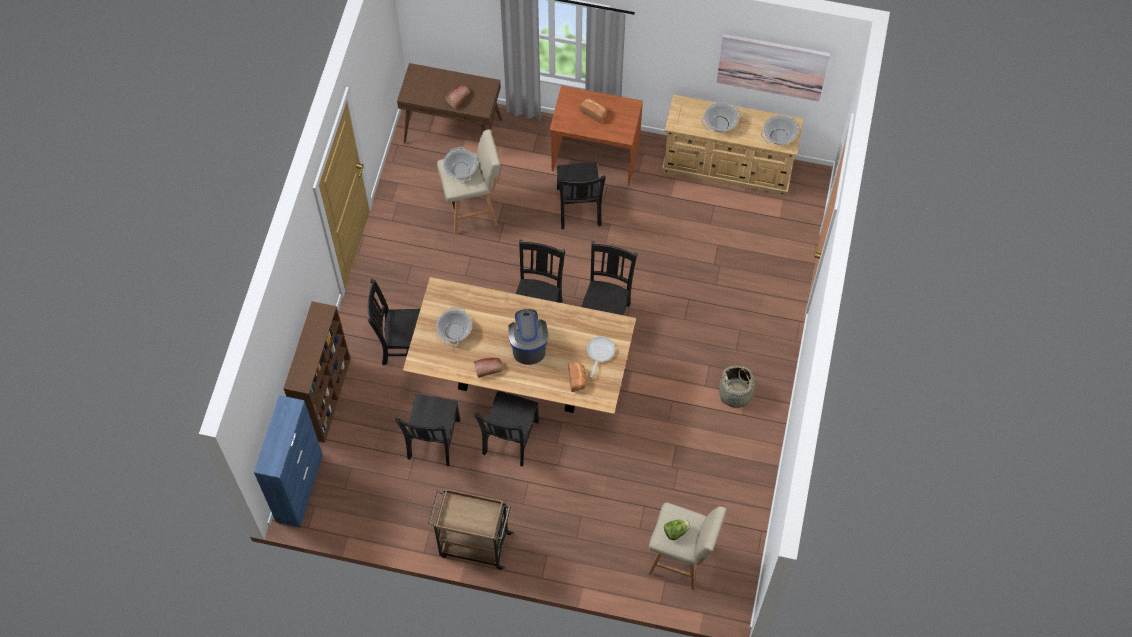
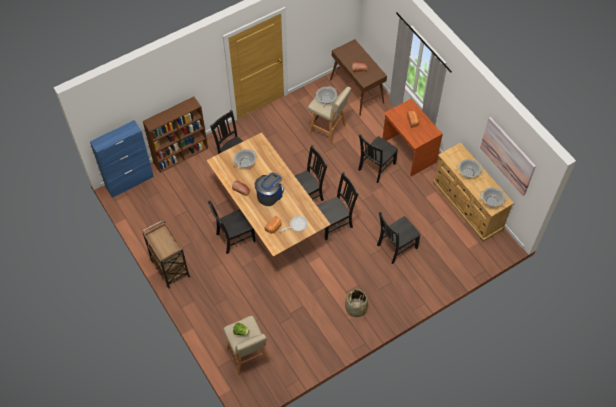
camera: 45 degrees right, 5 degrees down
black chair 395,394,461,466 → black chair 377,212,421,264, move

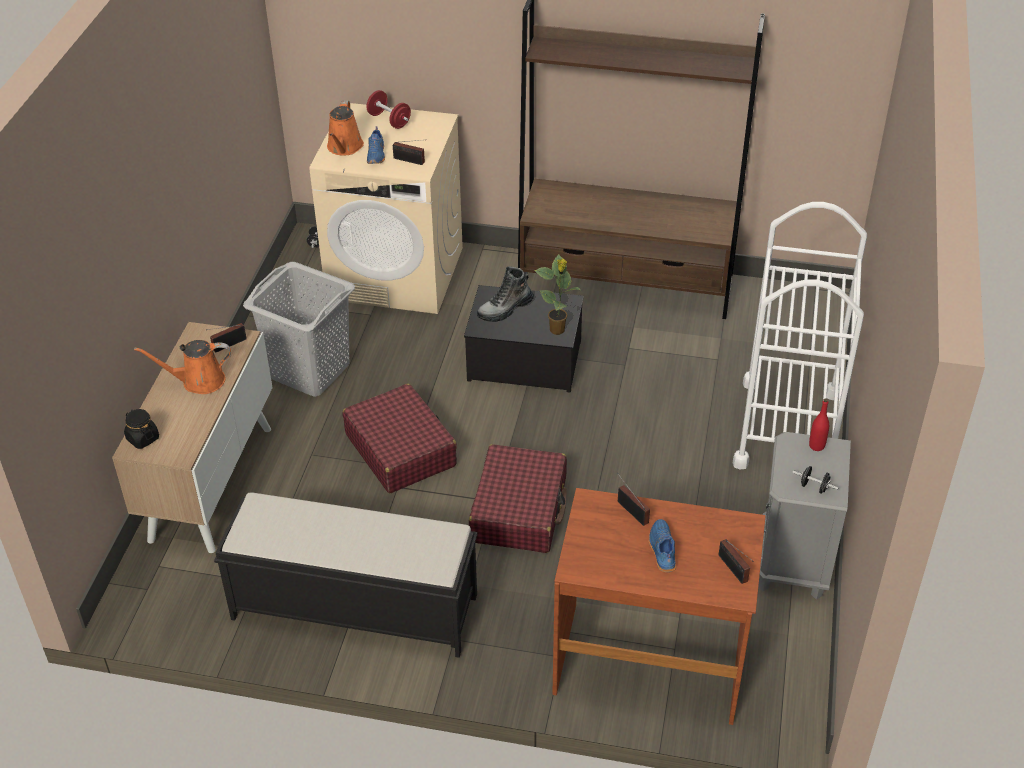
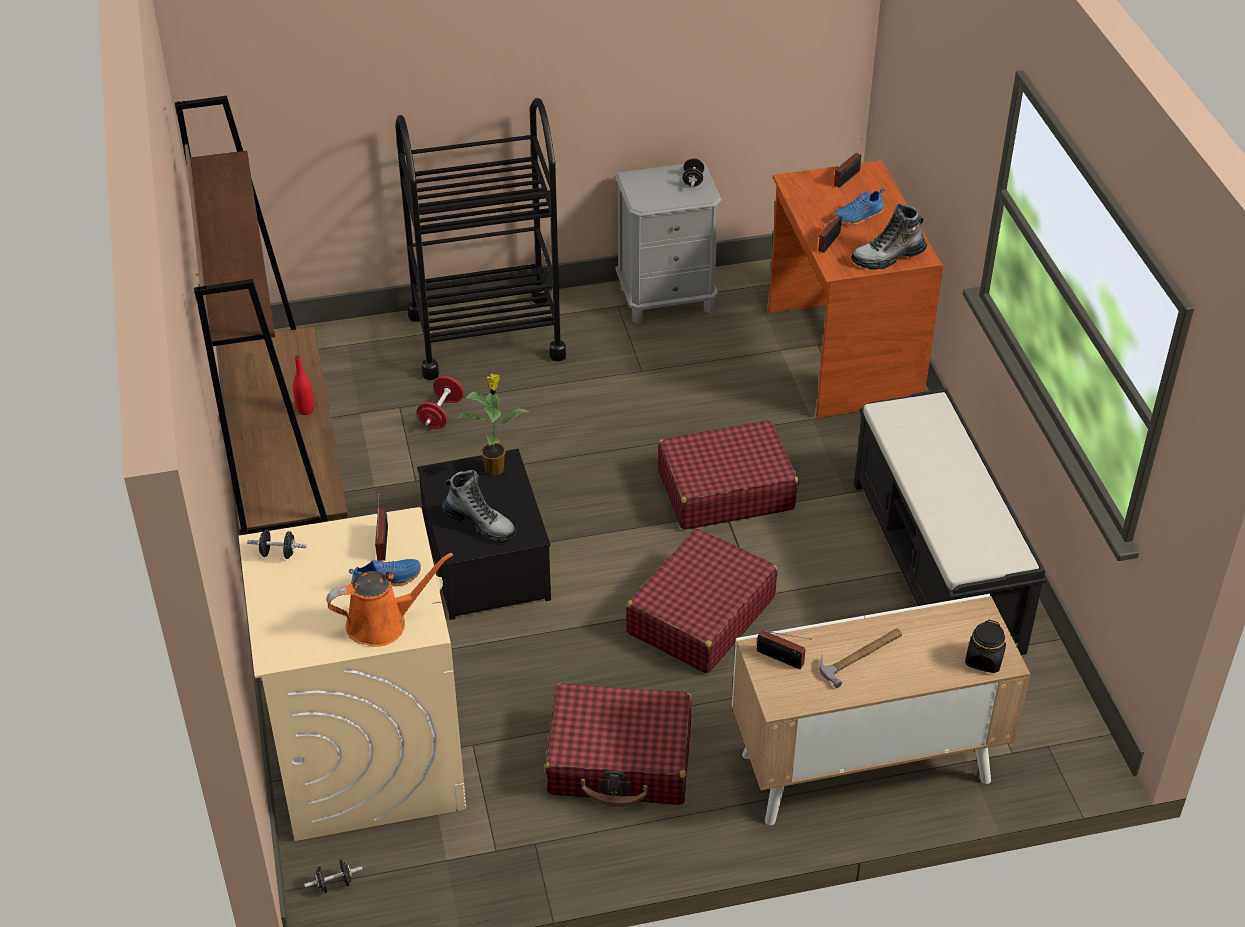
camera: 115 degrees left, 0 degrees up
red dumbbell 366,90,411,129 → red dumbbell 416,376,464,429, move
white cart 733,202,867,469 → black cart 395,98,566,380
grey laundry basket 243,262,355,397 → red suitcase 545,683,692,807
orange watering can 134,340,231,394 → hammer 819,628,902,688
red bottle 809,399,829,451 → red bottle 293,354,314,415, move
- → boot 851,203,927,270
- → black dumbbell 247,530,307,559

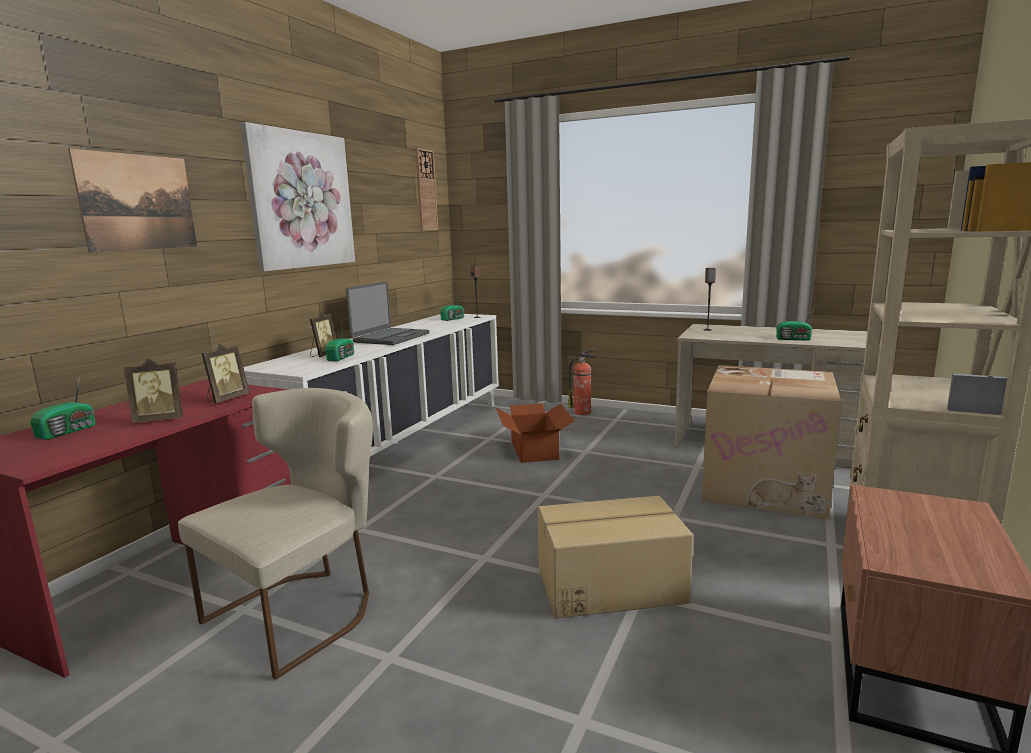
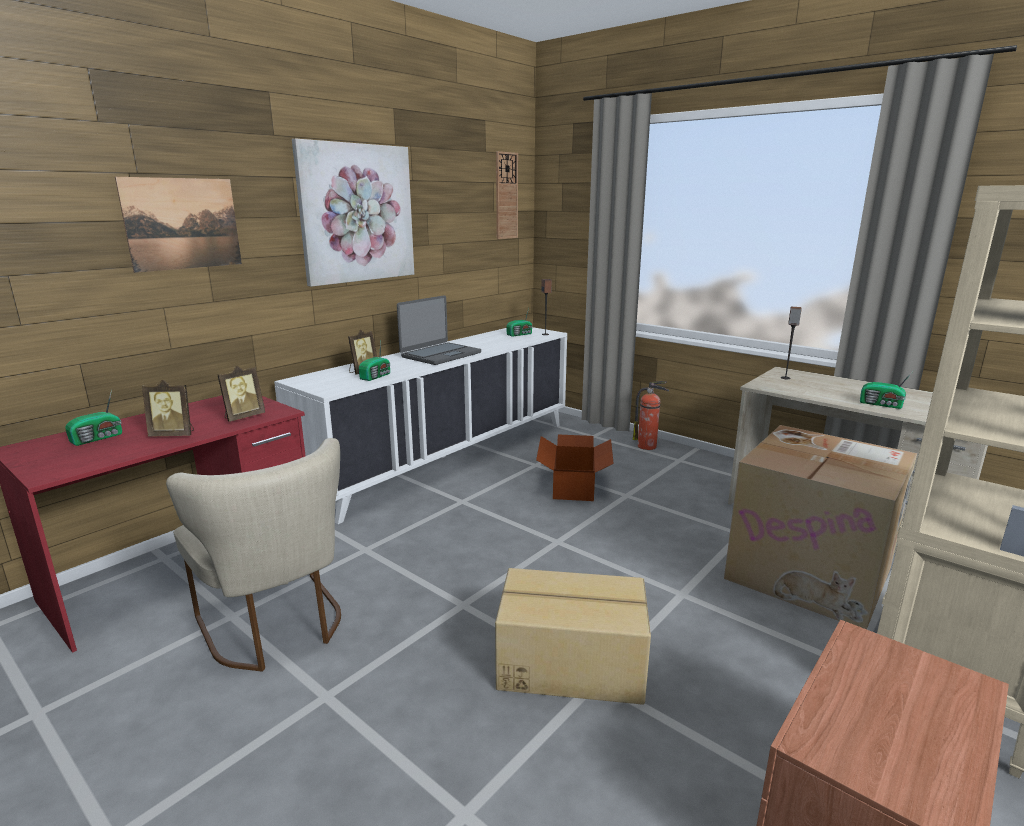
camera: 15 degrees right, 5 degrees up
beige chair 178,388,373,680 → beige chair 166,438,341,672, 90 degrees clockwise

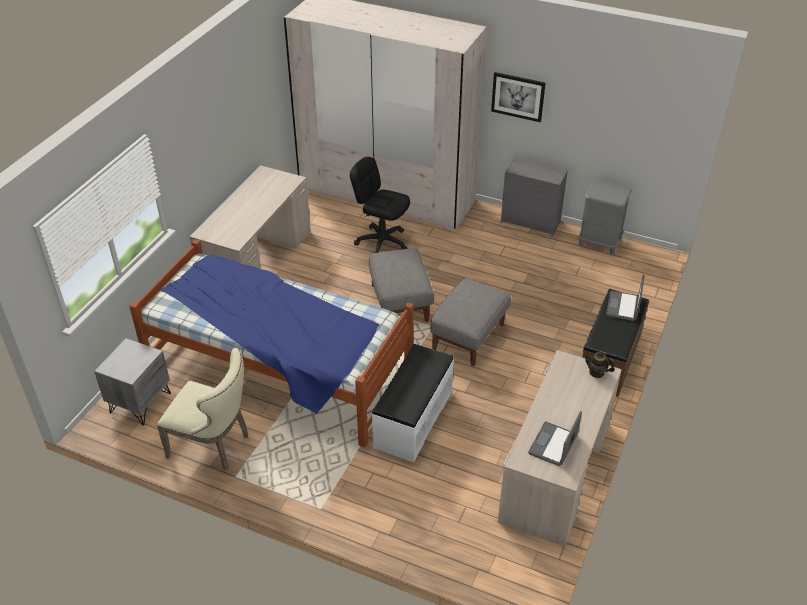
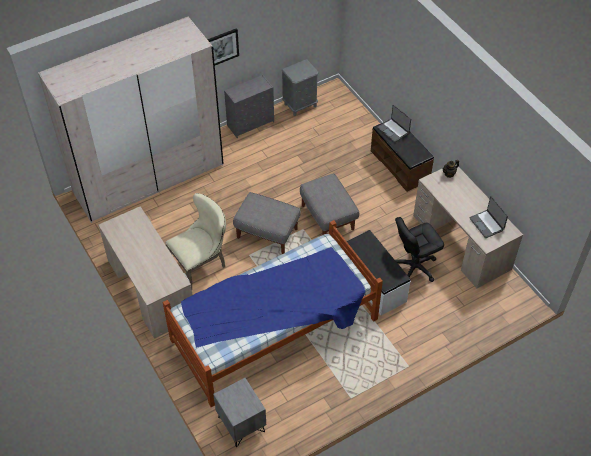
camera: 55 degrees left, 10 degrees up
black office chair 350,157,410,253 → black office chair 395,217,444,282, move
beige chair 157,348,248,471 → beige chair 165,193,226,288, move

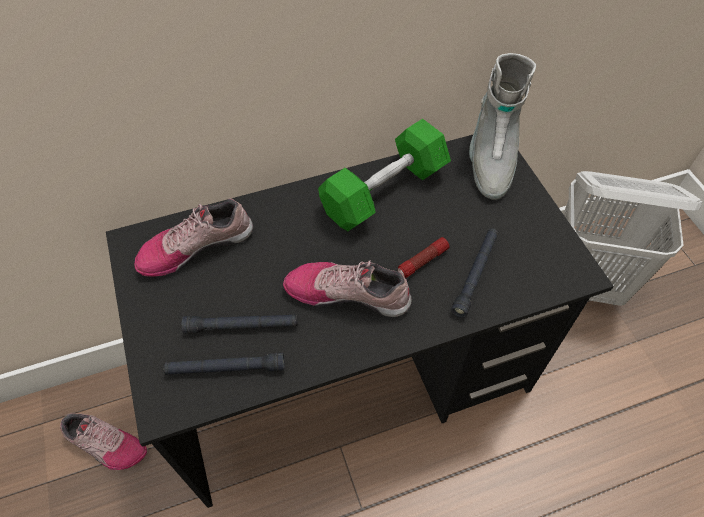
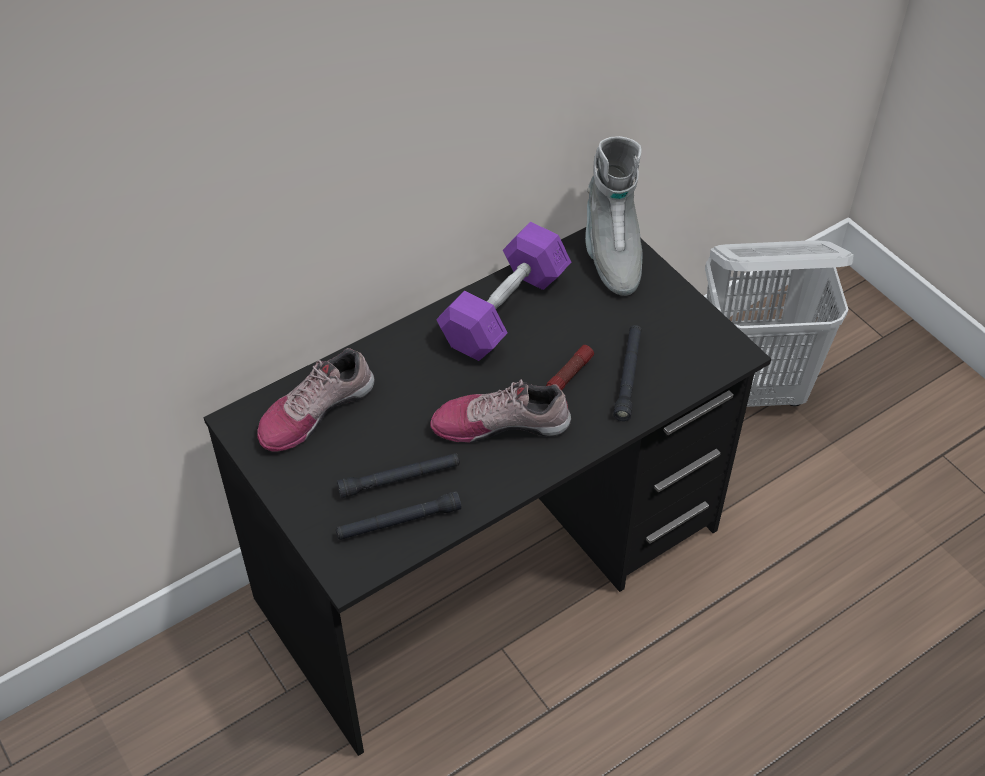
camera: 15 degrees left, 5 degrees down
green dumbbell 318,119,451,231 → purple dumbbell 436,222,571,361
shoe 60,413,147,470 → -

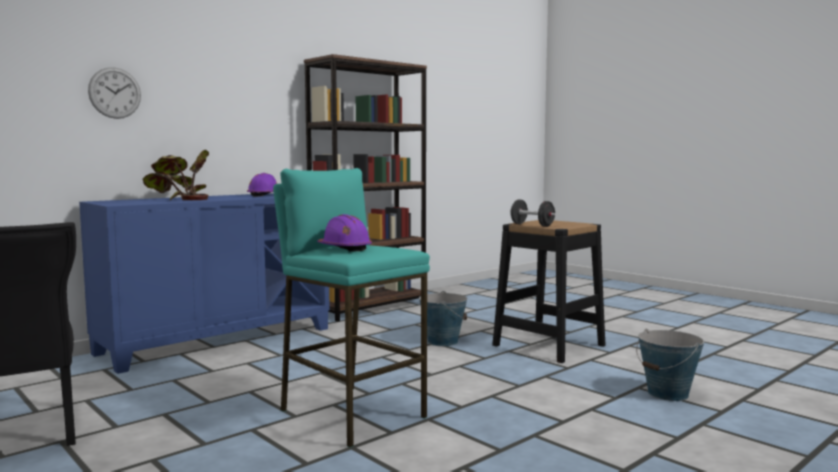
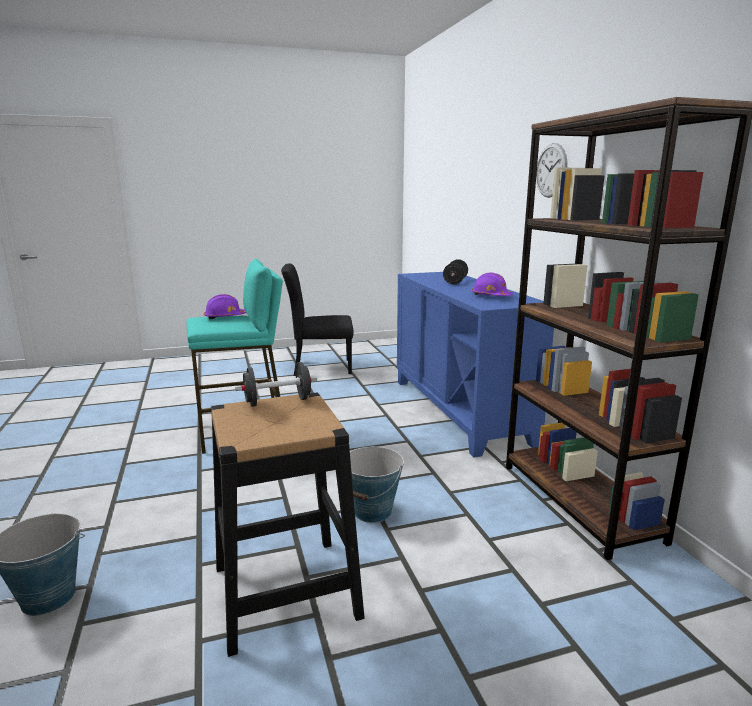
camera: 115 degrees right, 10 degrees up
wall clock 88,67,141,119 → wall clock 536,143,568,198, move
potted plant 142,150,209,200 → black dumbbell 443,259,468,285

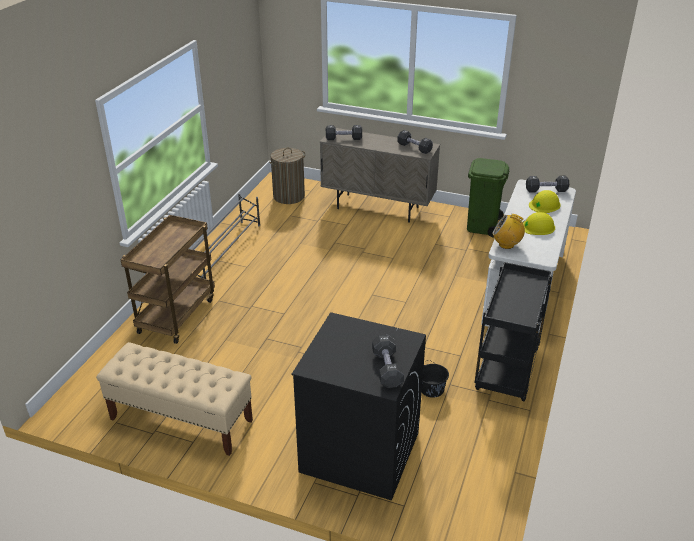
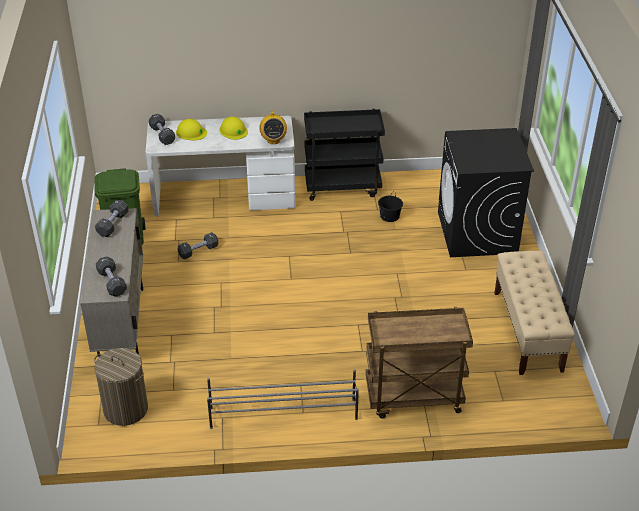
camera: 115 degrees left, 5 degrees up
black dumbbell 372,335,404,388 → black dumbbell 178,232,218,259, move

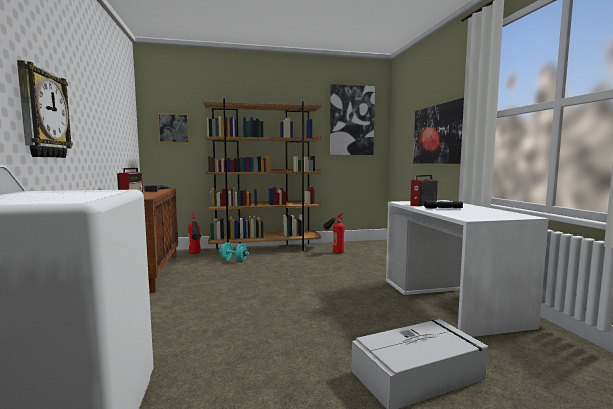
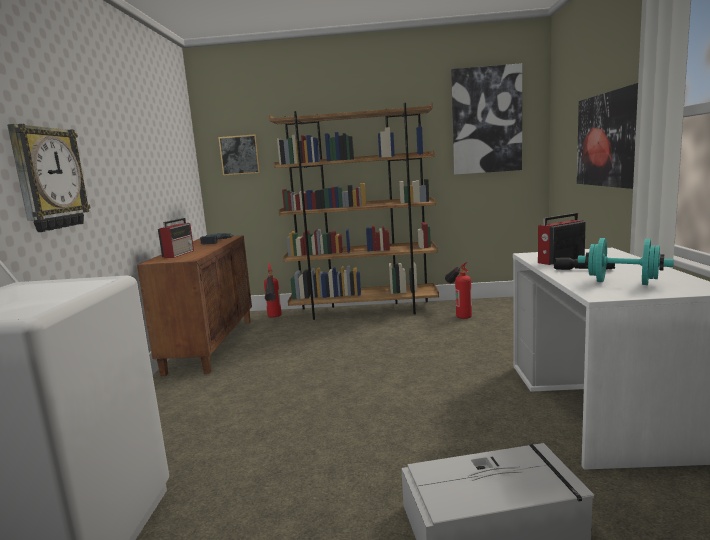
camera: 15 degrees right, 5 degrees up
turquoise dumbbell 219,242,249,262 → turquoise dumbbell 578,238,674,285, move

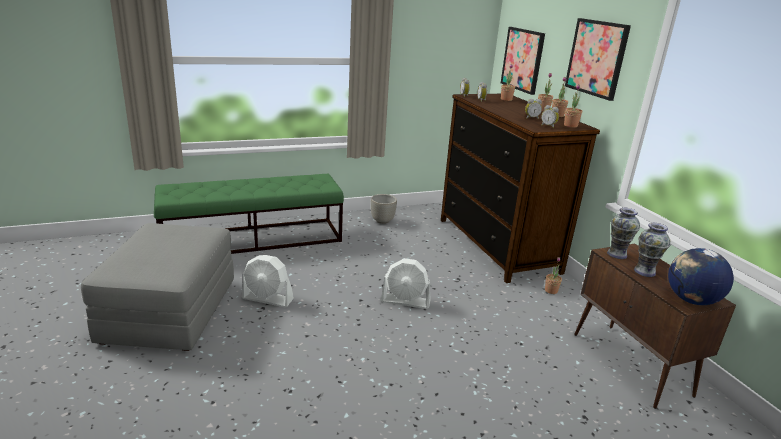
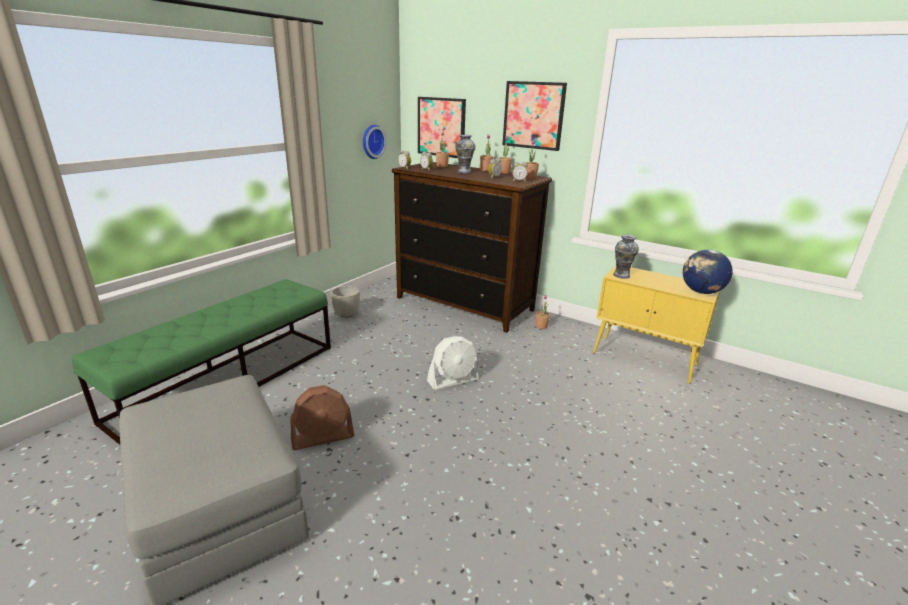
camera: 35 degrees left, 0 degrees up
vase 634,223,670,277 → vase 455,135,476,174, move
brown cabinet 574,244,736,409 → yellow cabinet 593,266,721,384
white fan 241,255,294,307 → brown fan 290,385,354,450
- → wall clock 363,125,387,159

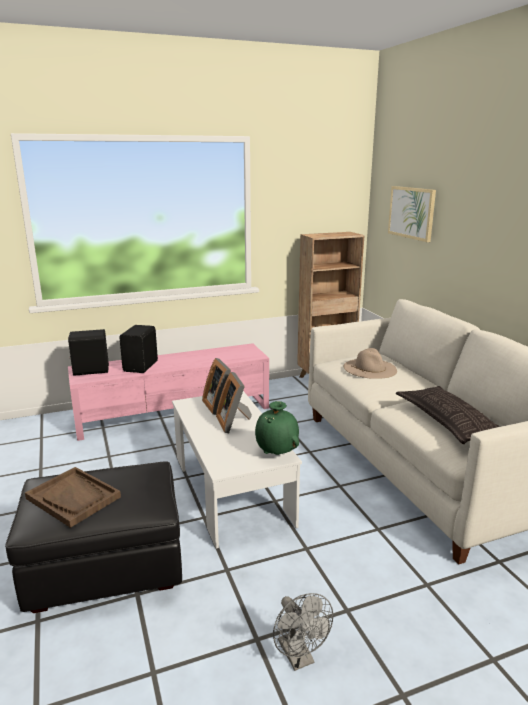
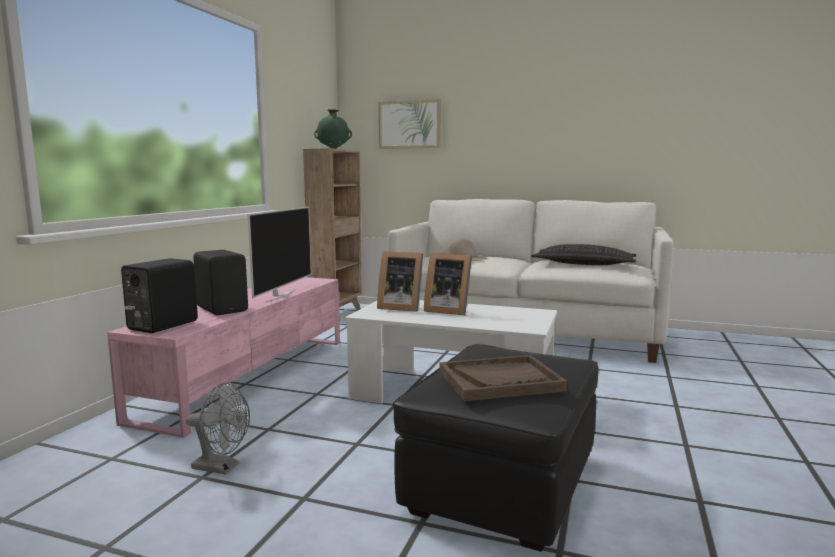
camera: 50 degrees left, 10 degrees down
green vase 255,401,299,455 → green vase 314,109,352,149, move
grey fan 273,593,333,671 → grey fan 186,383,250,475, move
- → television 248,207,311,303

